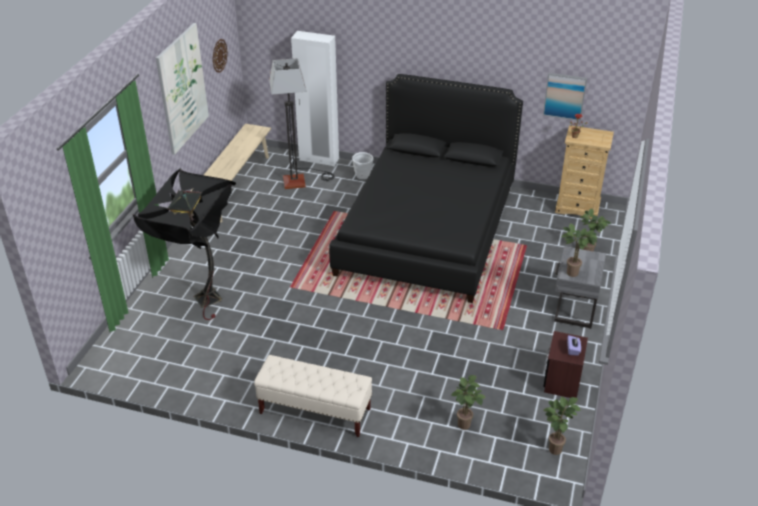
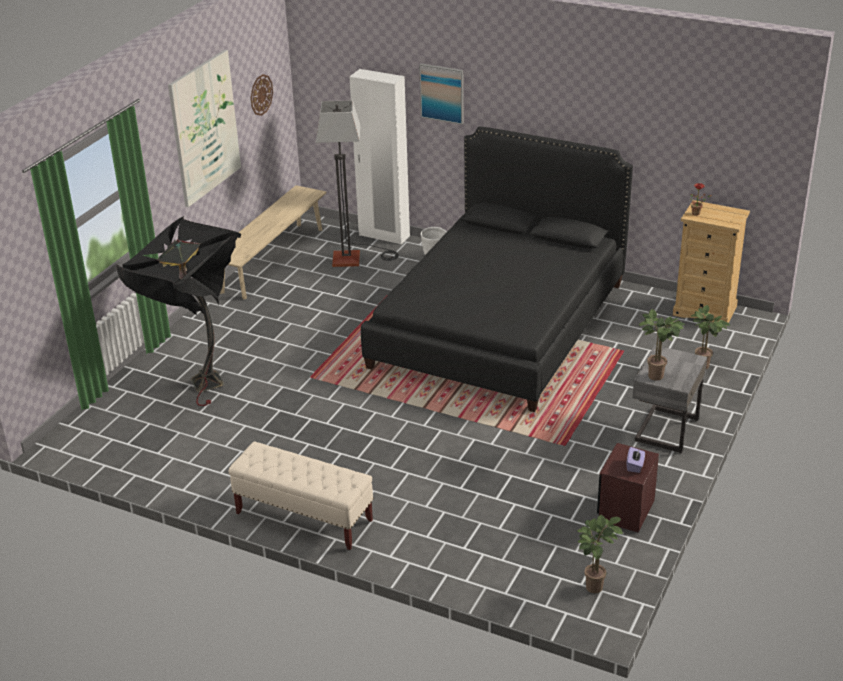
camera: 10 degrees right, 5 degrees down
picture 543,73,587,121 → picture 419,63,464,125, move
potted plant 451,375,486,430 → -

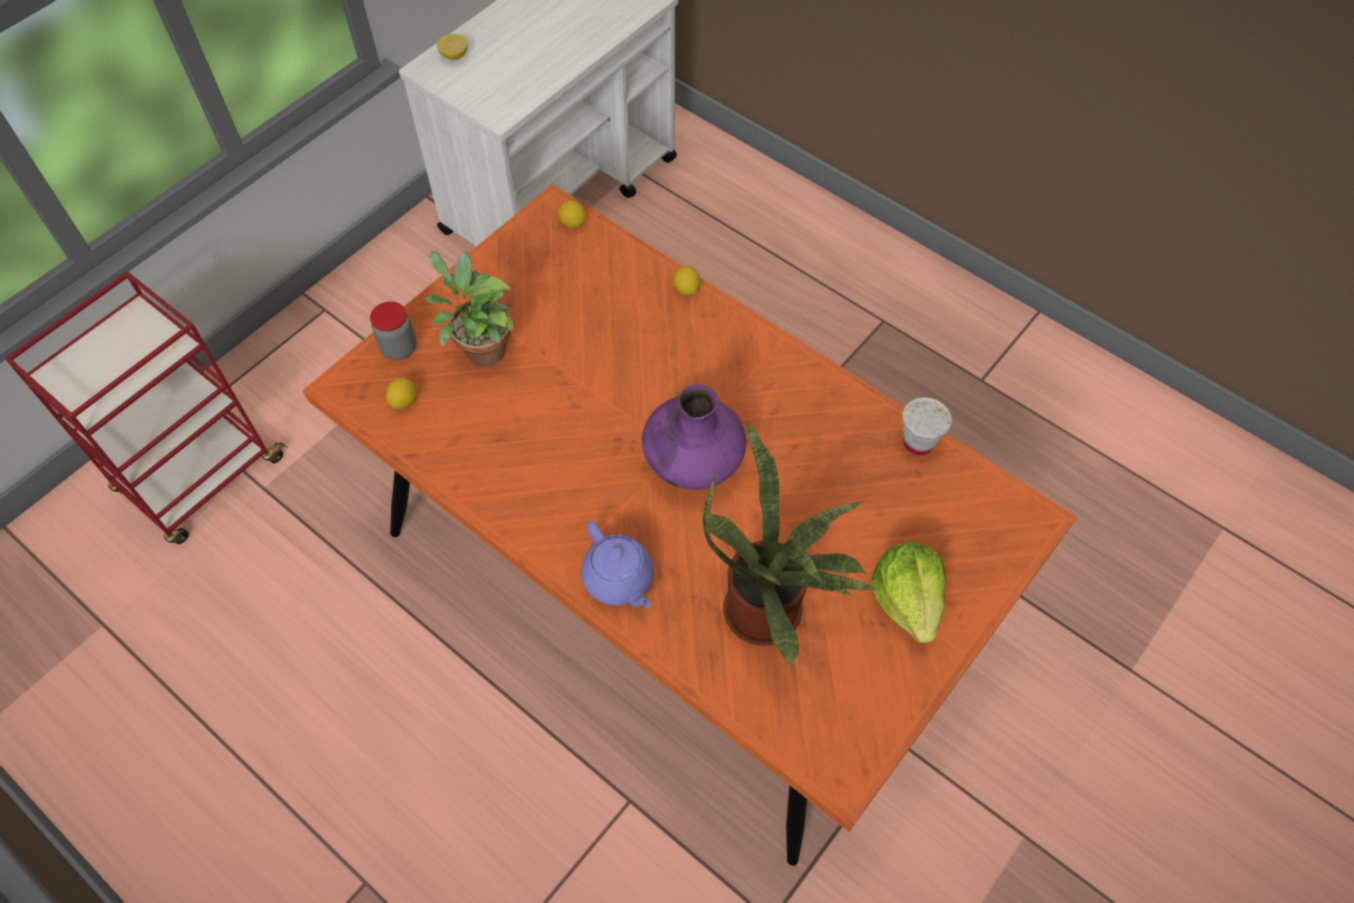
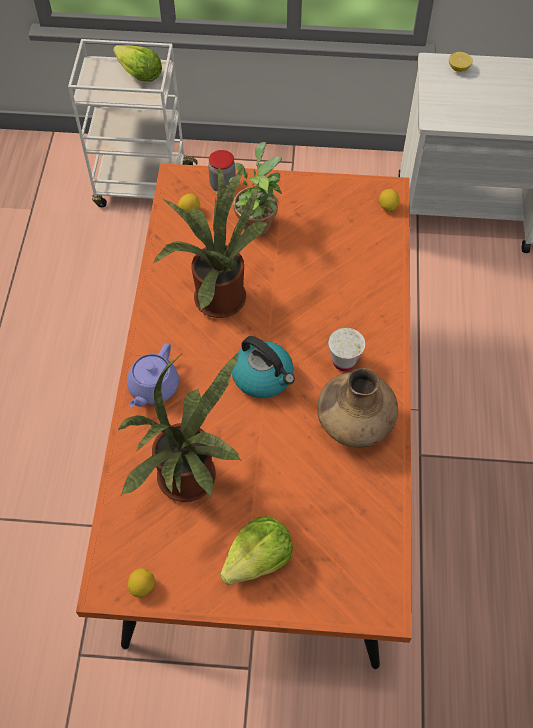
camera: 55 degrees right, 0 degrees up
lemon 673,266,700,296 → lemon 128,568,155,597, move
red cart 5,271,288,544 → white cart 68,39,198,207
purple vase 642,384,746,490 → kettle 232,336,295,398
white cup 902,398,952,455 → white cup 328,328,365,371, move
- → lettuce 113,45,162,82
- → potted plant 154,165,269,318
- → brown vase 317,368,398,447

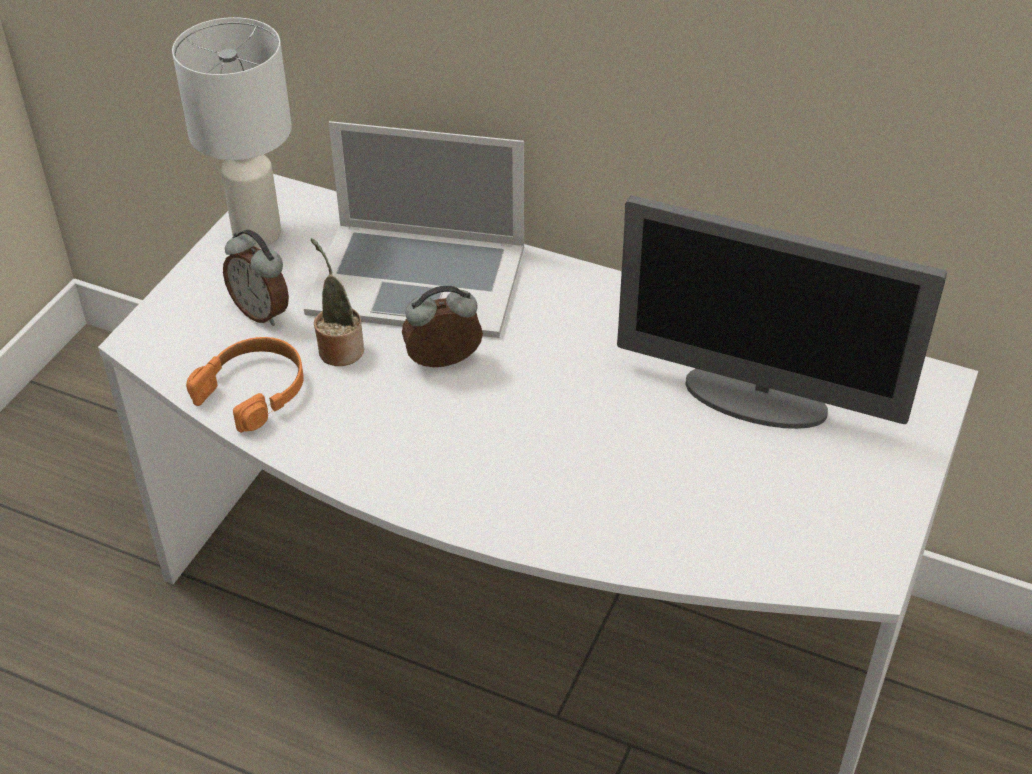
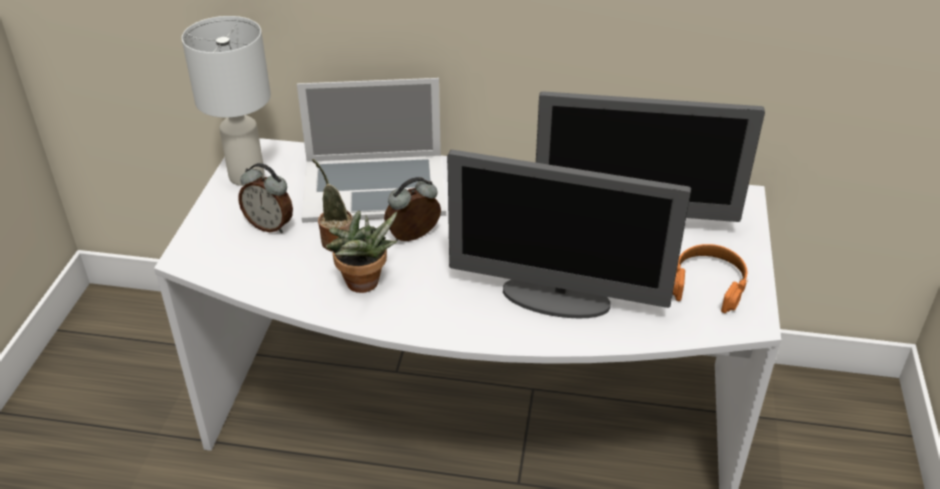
camera: 15 degrees left, 5 degrees down
orange headphones 186,337,304,433 → orange headphones 673,244,748,313, move
- → monitor 447,150,691,318
- → potted plant 326,211,397,293

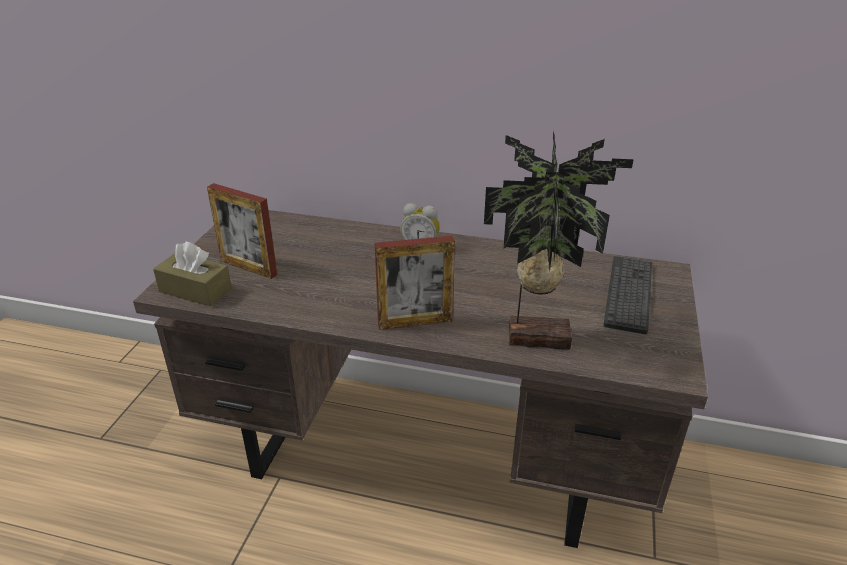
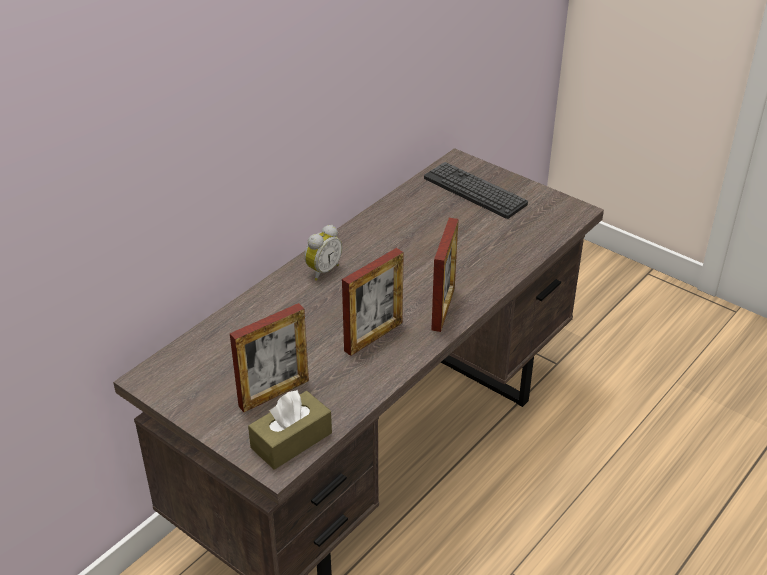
camera: 65 degrees left, 5 degrees up
potted plant 484,130,634,350 → -
- → picture frame 342,248,404,356

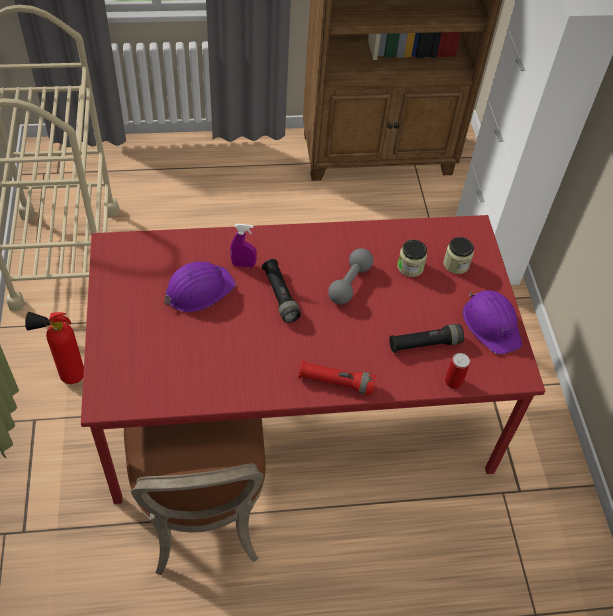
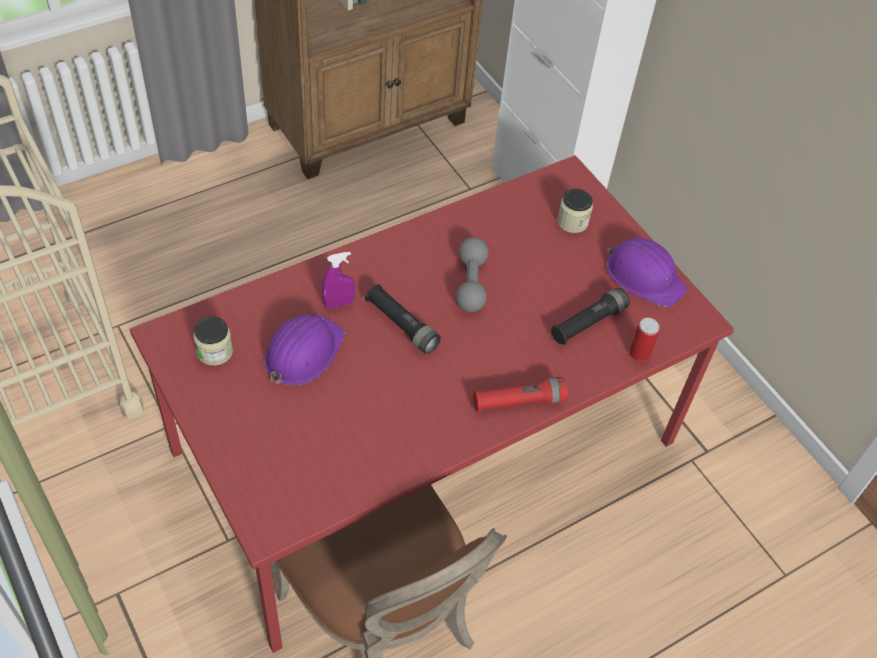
camera: 25 degrees left, 0 degrees up
jar 397,240,427,277 → jar 193,316,233,366, move
fire extinguisher 25,312,84,384 → -

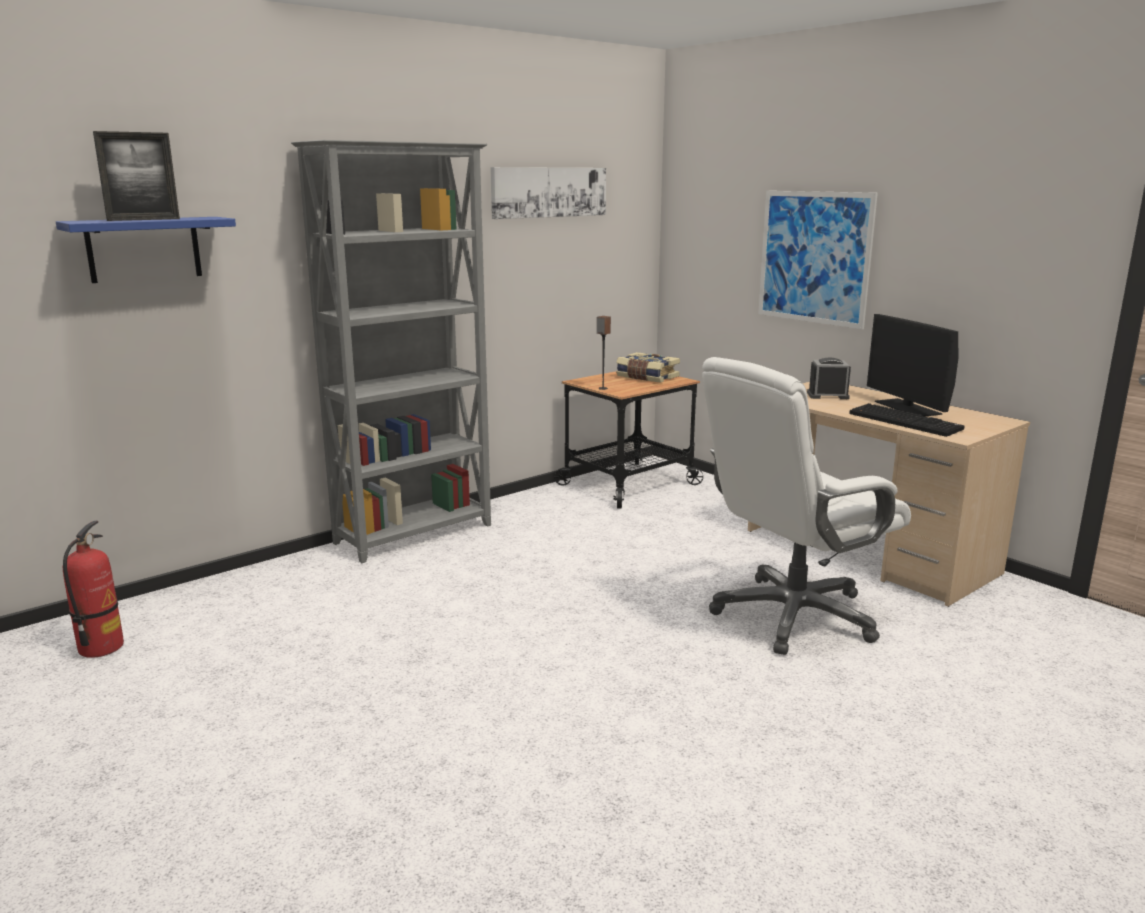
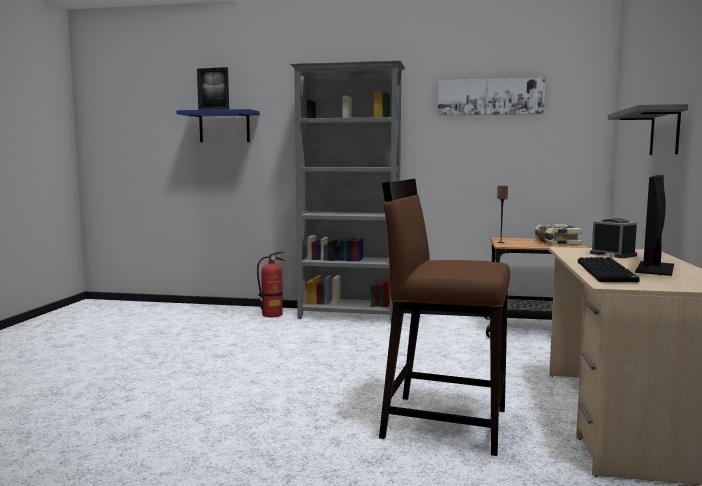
camera: 50 degrees right, 10 degrees down
picture 758,191,878,329 → grey shelf 608,104,688,155
white office chair 702,357,911,655 → brown stool 379,179,510,456
fire extinguisher 63,521,124,658 → fire extinguisher 257,252,285,317, move

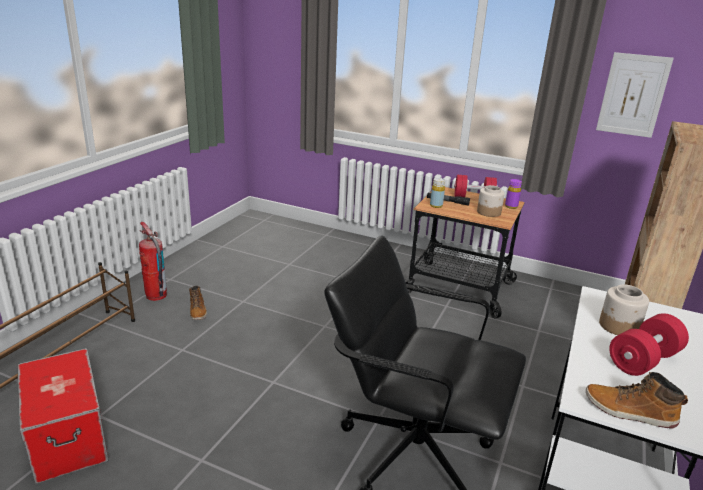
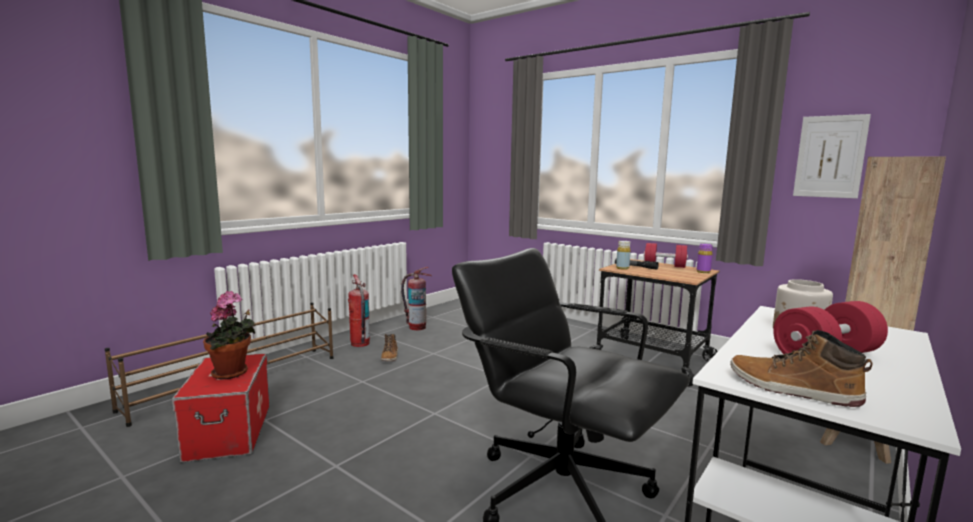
camera: 15 degrees right, 15 degrees down
jar 477,185,505,217 → -
- → fire extinguisher 401,267,432,331
- → potted plant 203,291,255,380

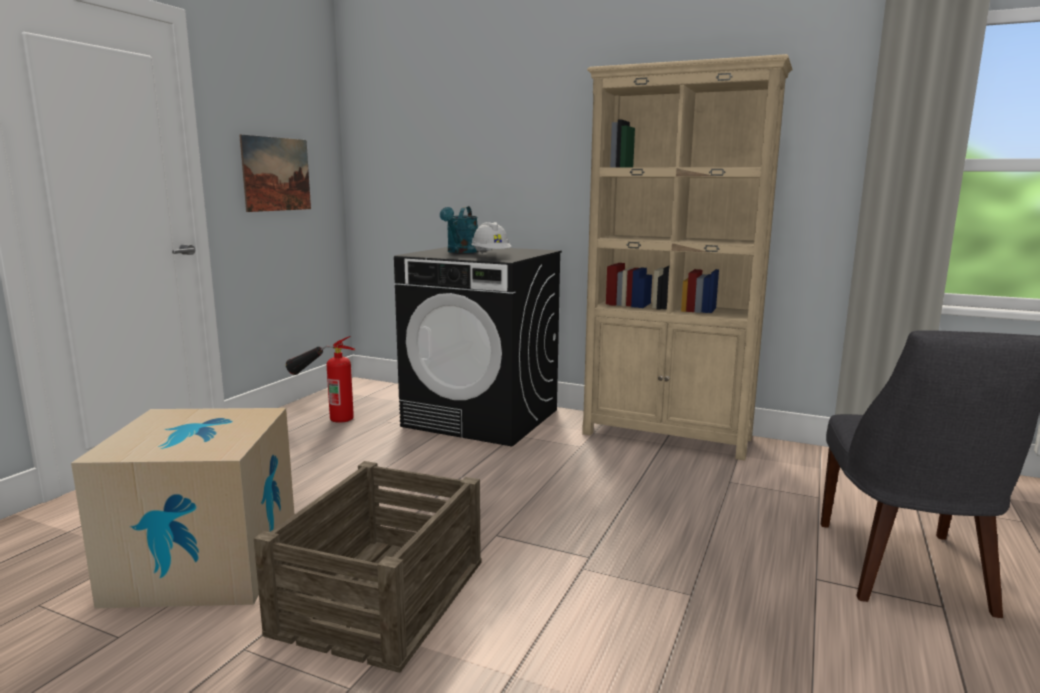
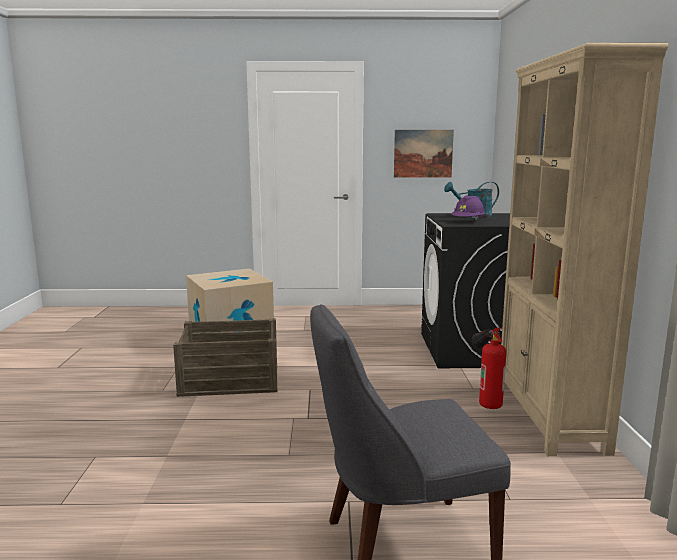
camera: 65 degrees right, 0 degrees up
white hard hat 471,222,512,254 → purple hard hat 452,195,485,220
fire extinguisher 286,336,355,423 → fire extinguisher 471,327,506,409, move

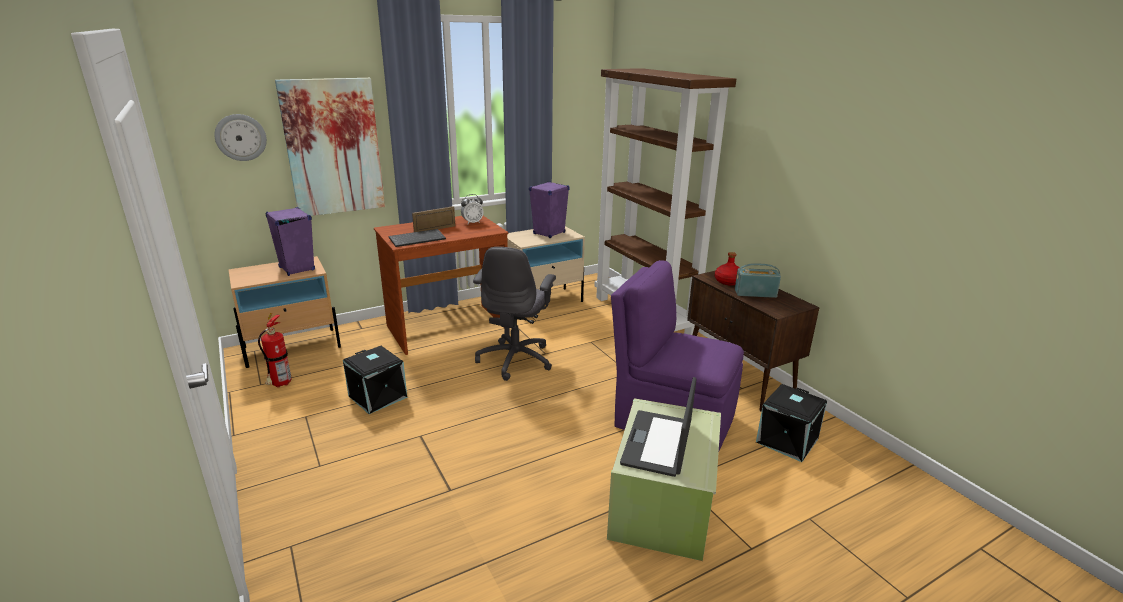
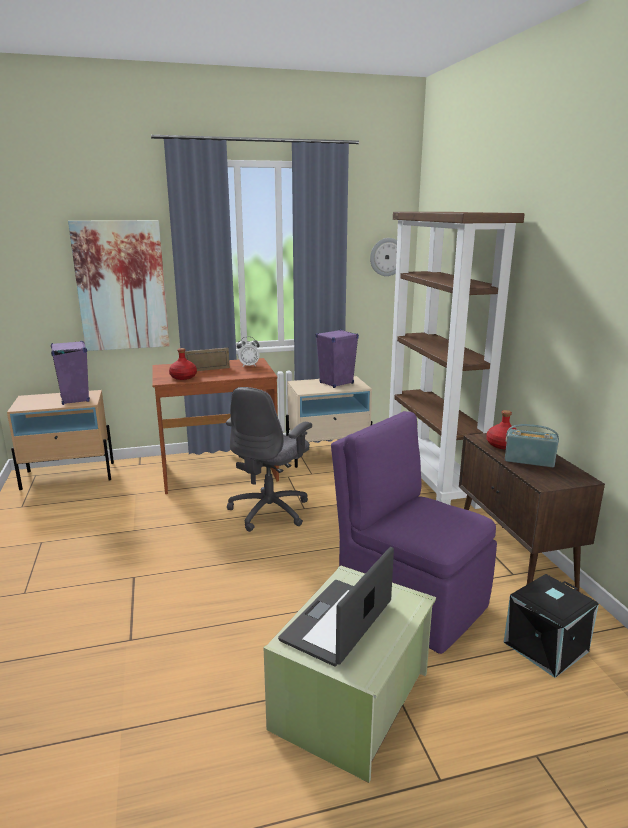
camera: 15 degrees right, 5 degrees down
wall clock 214,114,267,161 → wall clock 370,238,397,276, move
keyboard 389,229,446,247 → red bottle 169,348,197,380
fire extinguisher 258,313,292,387 → -
black storage box 343,346,407,414 → -

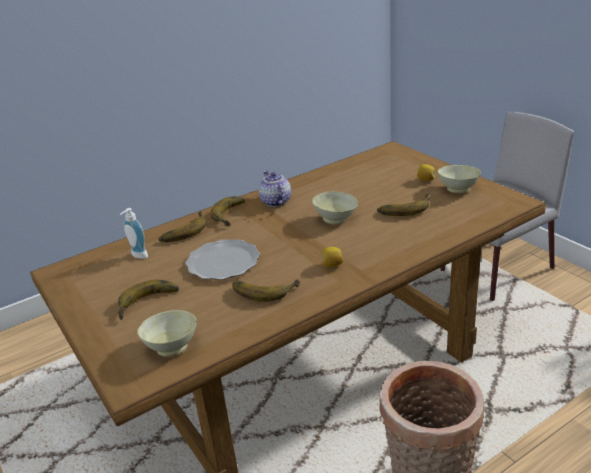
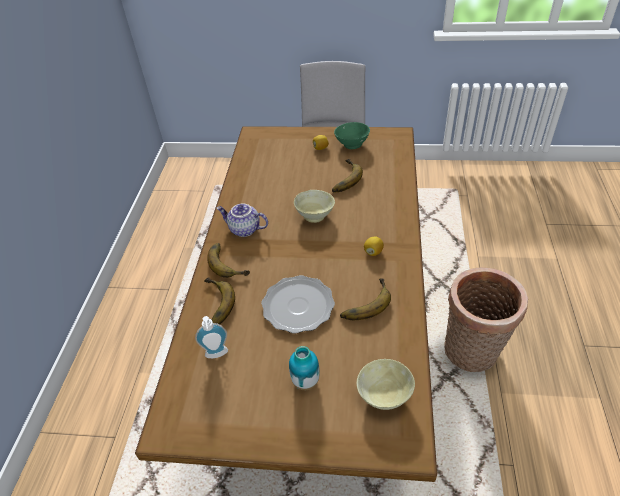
camera: 50 degrees left, 15 degrees up
beige bowl 438,165,481,193 → green bowl 334,122,370,149
banana 118,280,179,320 → vase 289,346,319,390

